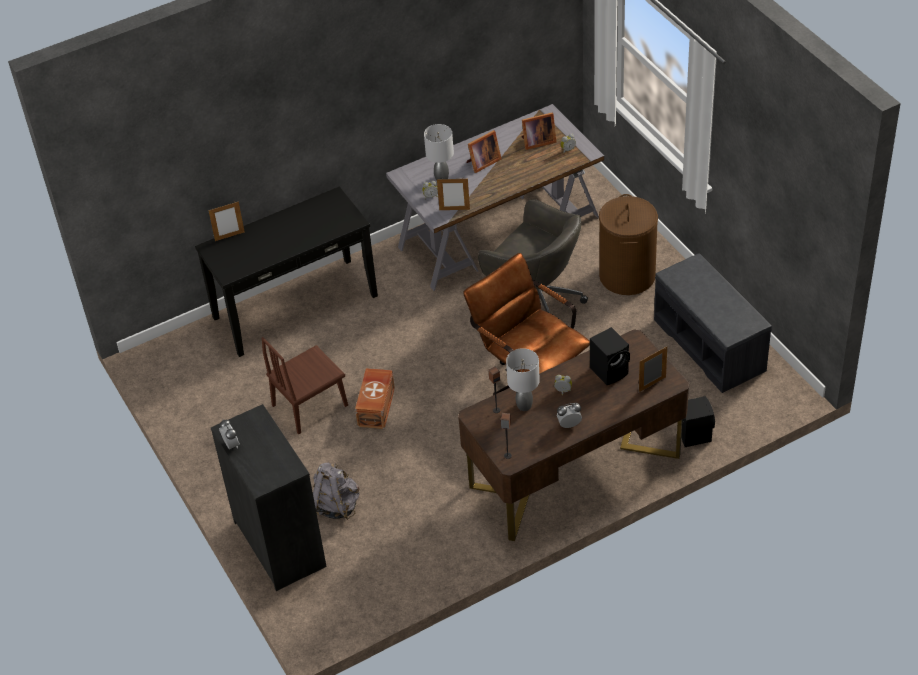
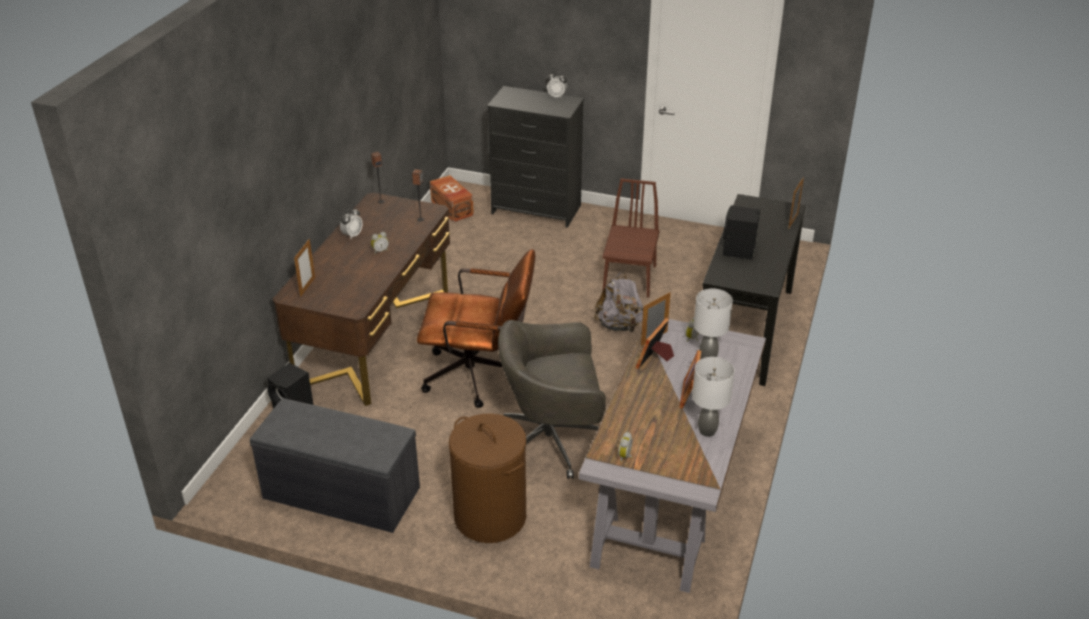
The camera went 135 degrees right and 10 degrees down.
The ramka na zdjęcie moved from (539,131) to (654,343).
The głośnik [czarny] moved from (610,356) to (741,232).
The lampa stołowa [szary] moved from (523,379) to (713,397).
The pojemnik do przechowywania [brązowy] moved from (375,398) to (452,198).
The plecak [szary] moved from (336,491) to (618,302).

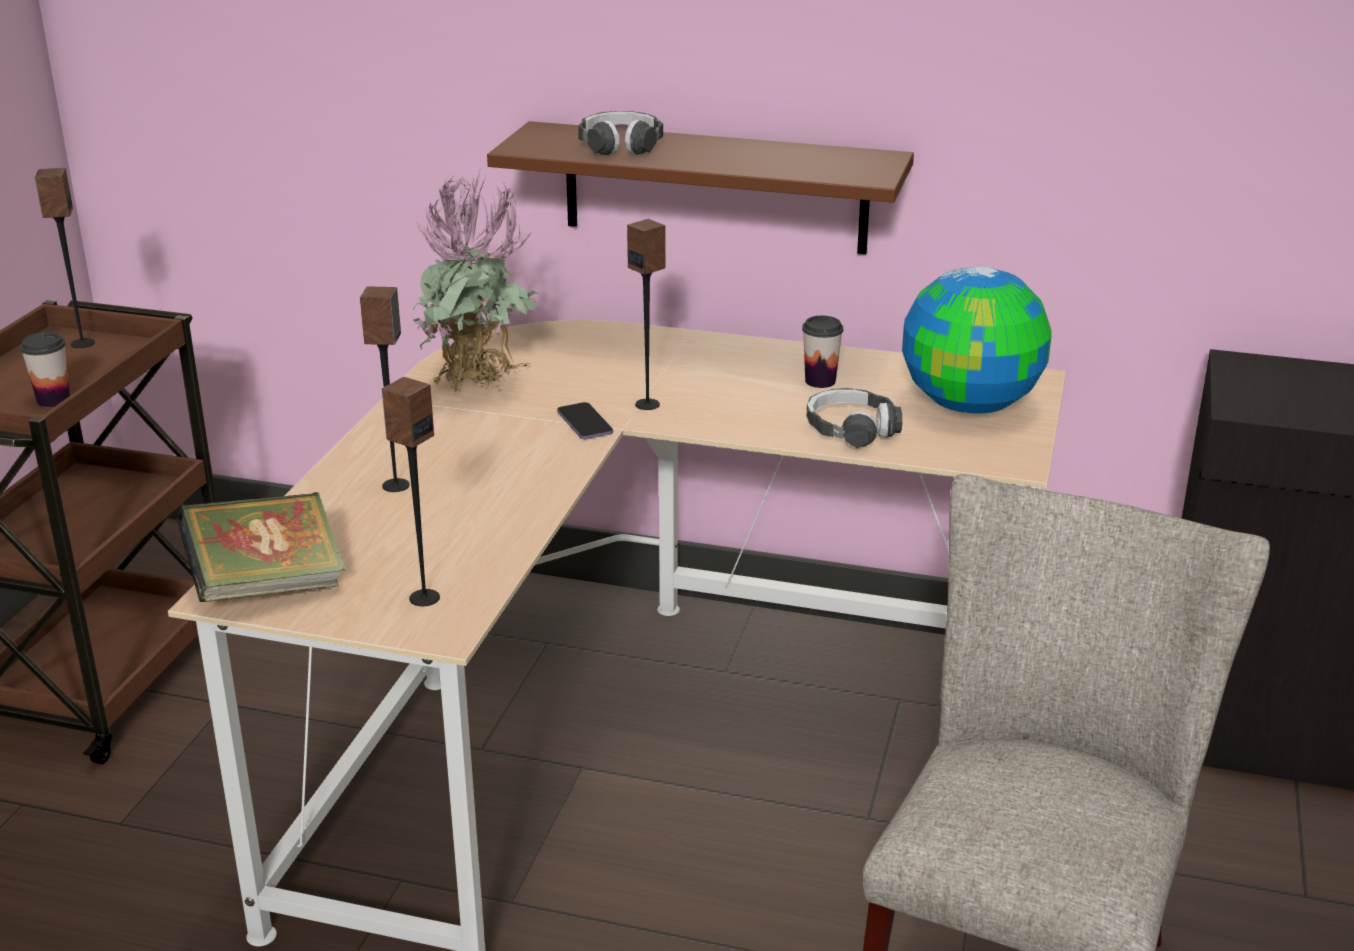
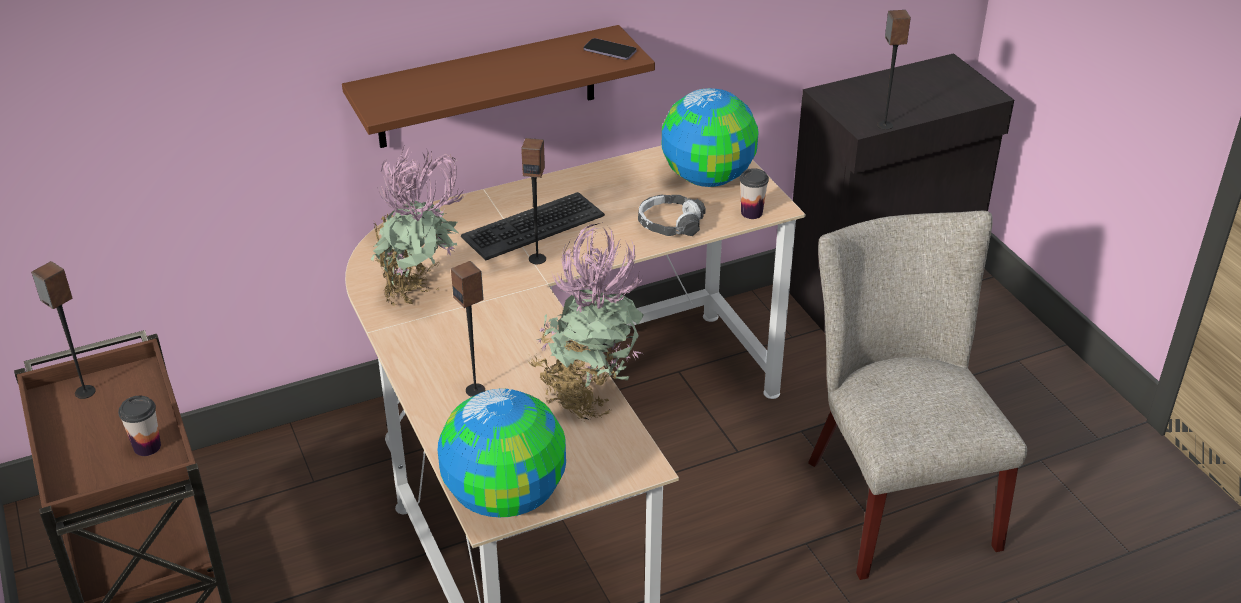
The camera went 40 degrees left and 10 degrees up.
The słuchawki at (620,133) disappeared.
The filiżanka moved from (822,352) to (754,193).
The głośnik moved from (411,491) to (894,70).
The telefon moved from (585,421) to (610,49).
The książka at (261,547) was replaced by the globus at (502,452).
The klawiatura at (533,226) appeared.
The roślina doniczkowa at (586,321) appeared.

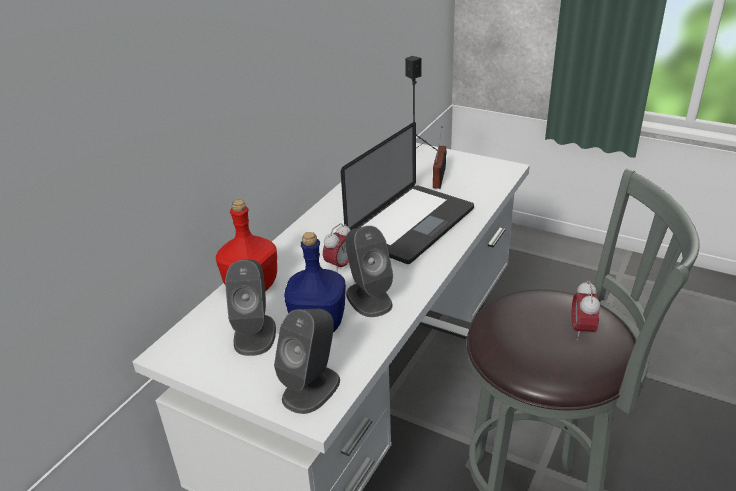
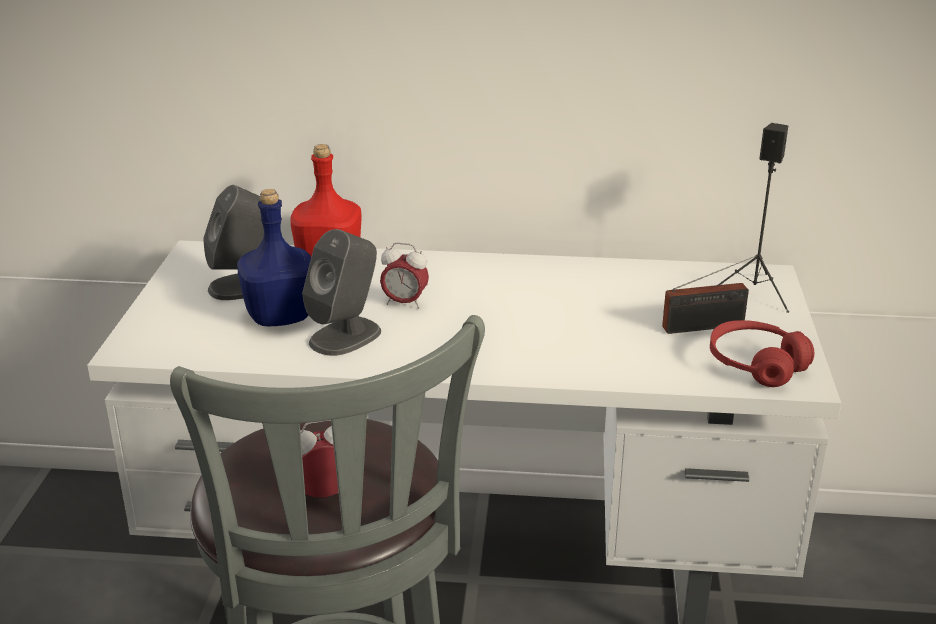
The camera went 65 degrees right and 5 degrees down.
The laptop at (407,193) disappeared.
The głośnik [szary] at (307,361) disappeared.
The słuchawki [czerwony] at (762,353) appeared.

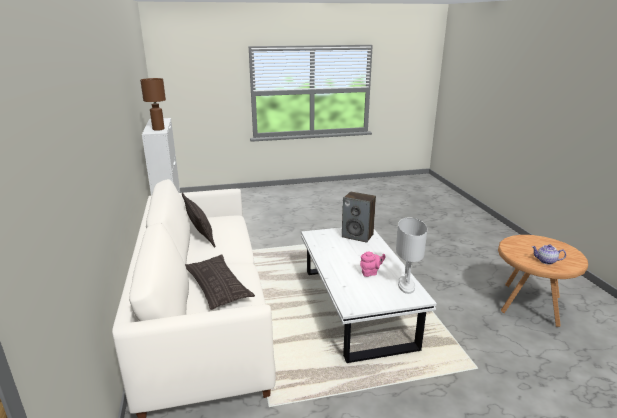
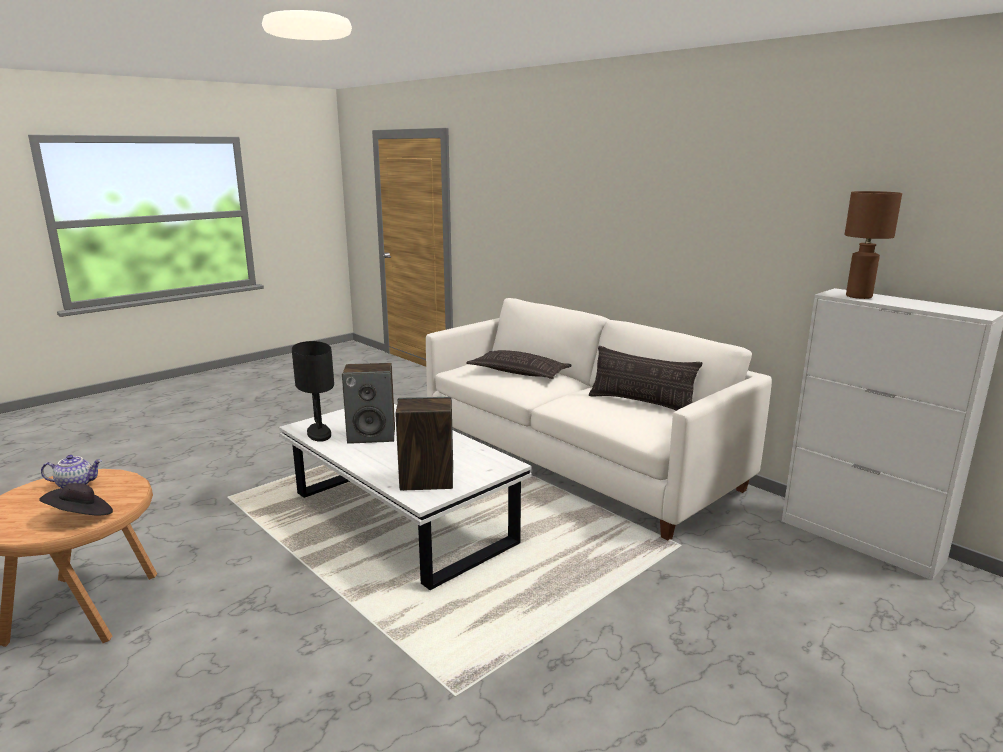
The camera went 150 degrees right and 5 degrees down.
The lampa stołowa [biały] at (411,256) became the lampa stołowa [czarny] at (313,391).
The imbryk [różowy] at (372,264) was replaced by the głośnik at (368,403).
The kapelusz [czarny] at (76,499) appeared.

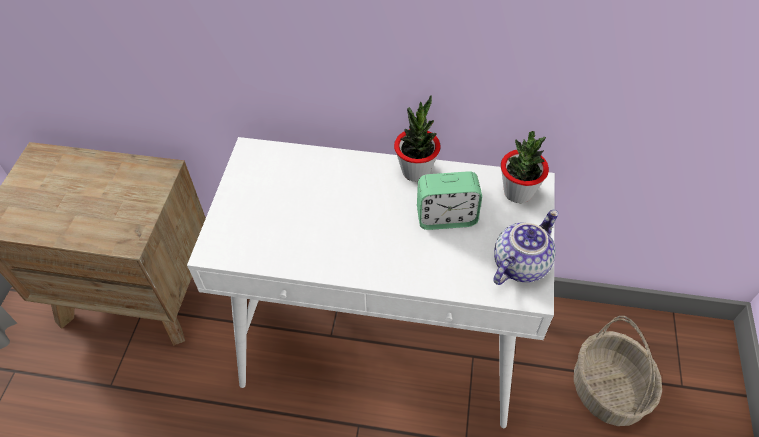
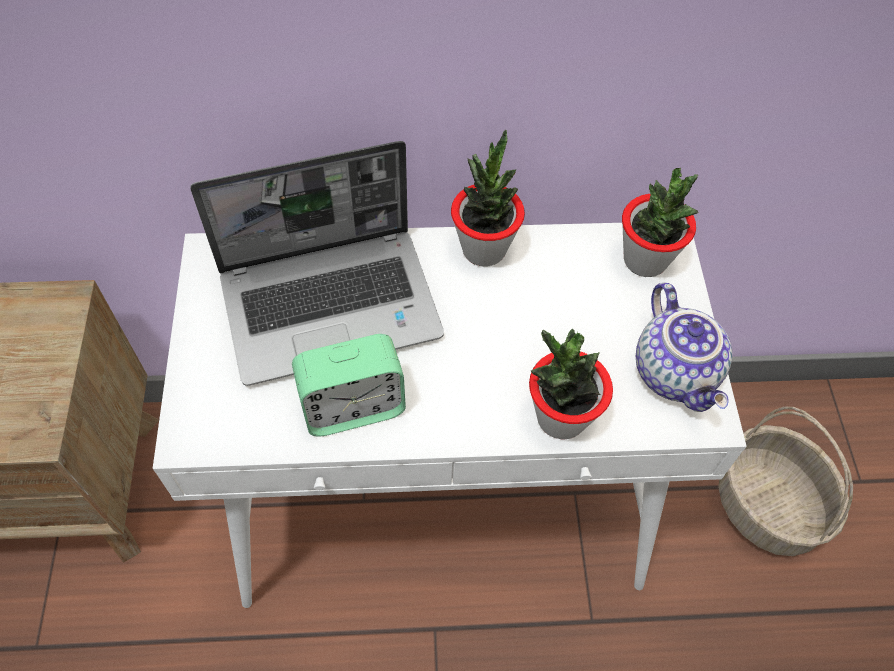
The camera went 15 degrees left and 5 degrees up.
The budzik moved from (449,200) to (349,385).
The imbryk at (526,247) turned 135 degrees clockwise.
The laptop at (317,263) appeared.
The roślina doniczkowa at (571,384) appeared.

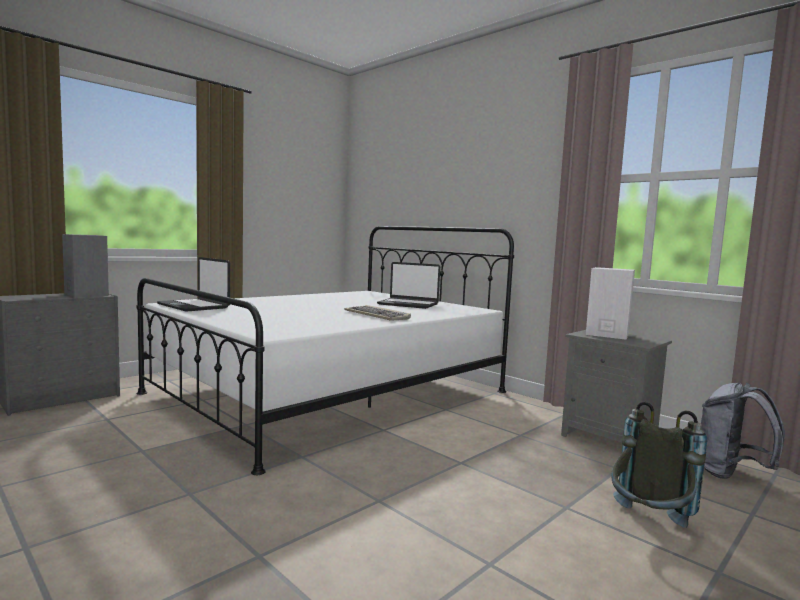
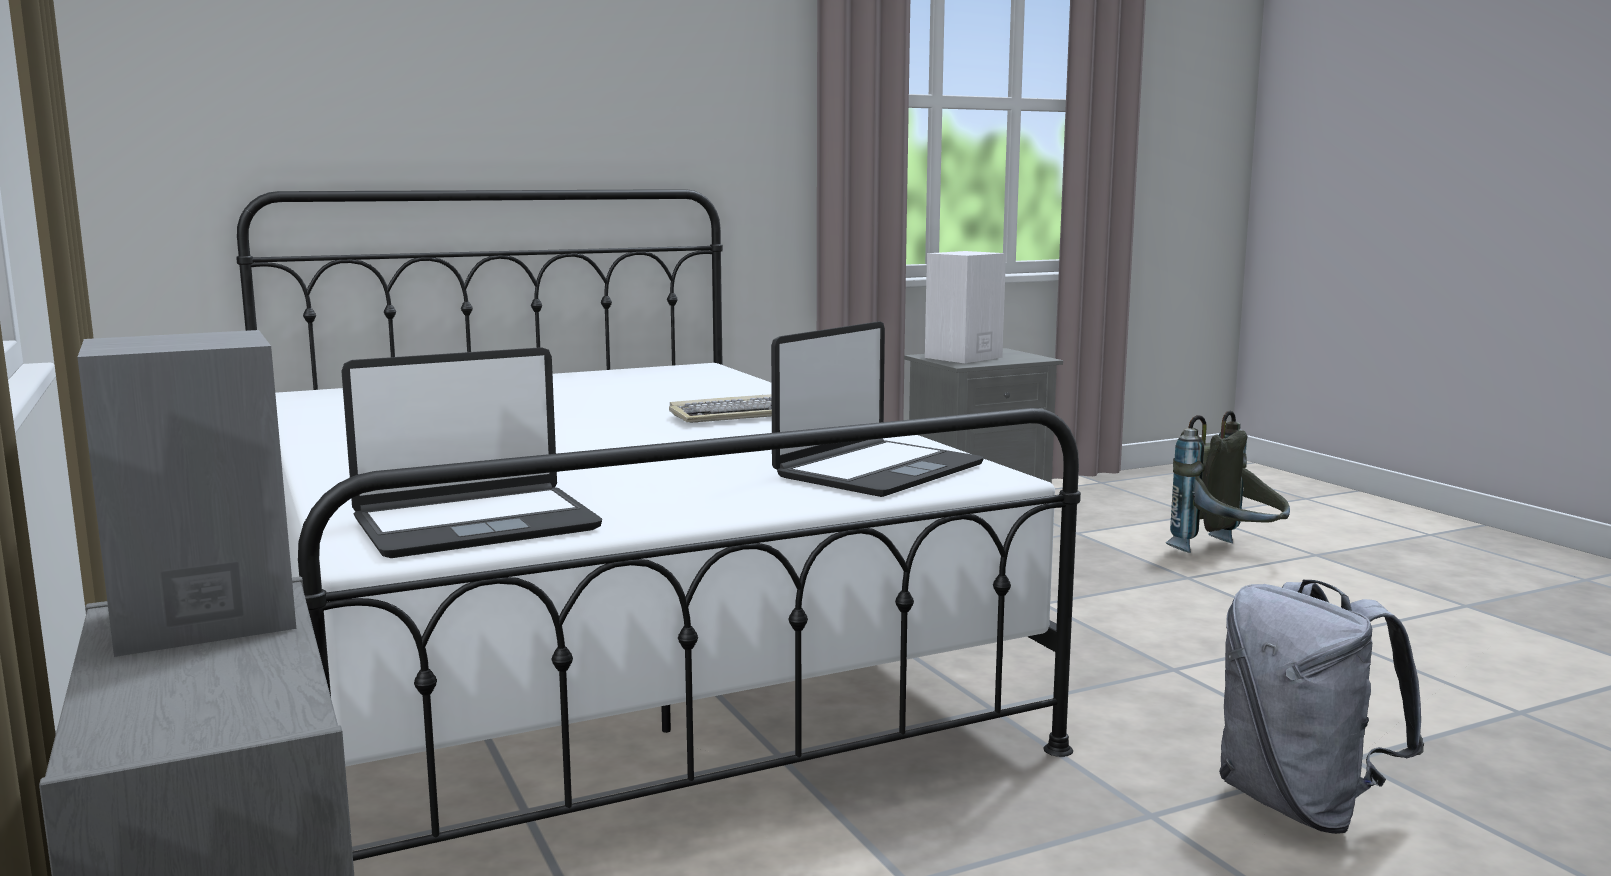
The camera went 70 degrees left and 5 degrees up.
The laptop moved from (408,285) to (877,409).
The plecak [szary] moved from (743,430) to (1321,706).

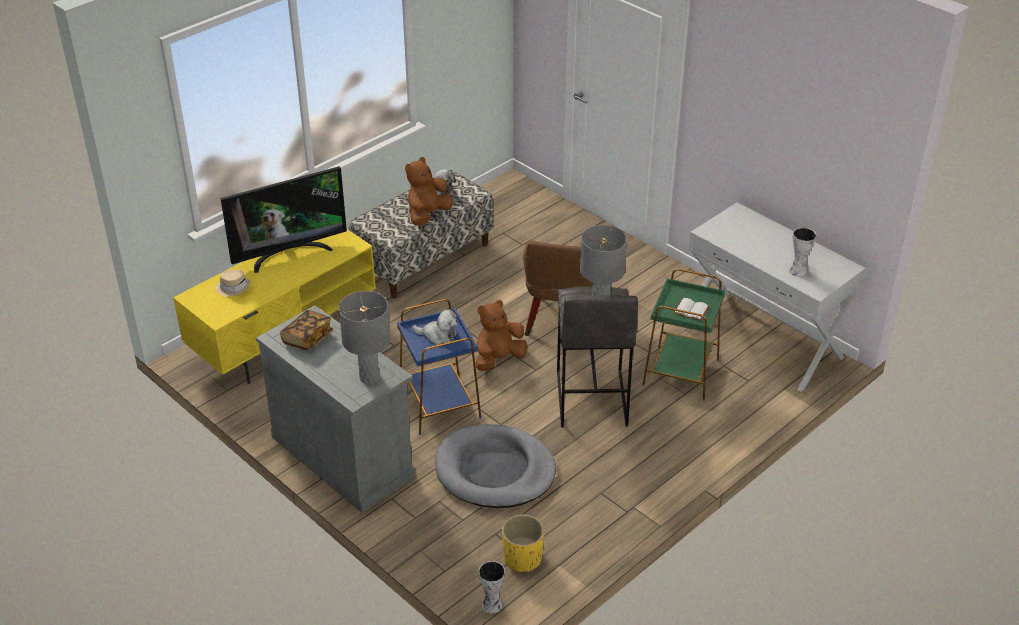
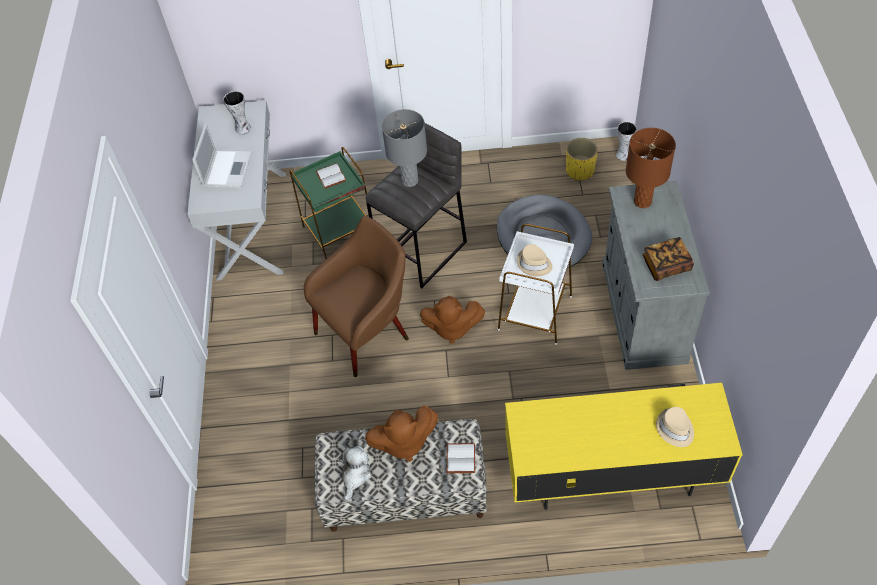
The camera went 135 degrees left and 15 degrees up.
The telewizor at (284,219) disappeared.
The lampa stołowa [szary] at (365,337) became the lampa stołowa [brązowy] at (651,168).
The stolik [niebieski] at (439,367) became the stolik [biały] at (536,284).
The pluszak at (435,327) was replaced by the kapelusz [beżowy] at (534,260).
The laptop at (222,156) appeared.
The książka [biały] at (460,458) appeared.

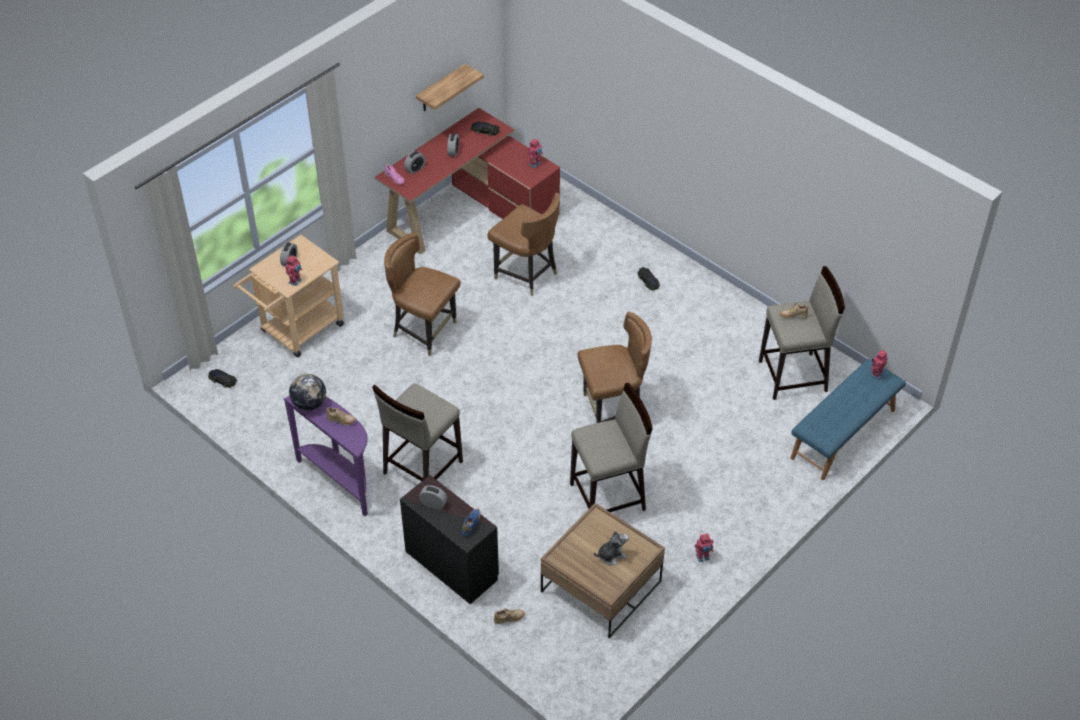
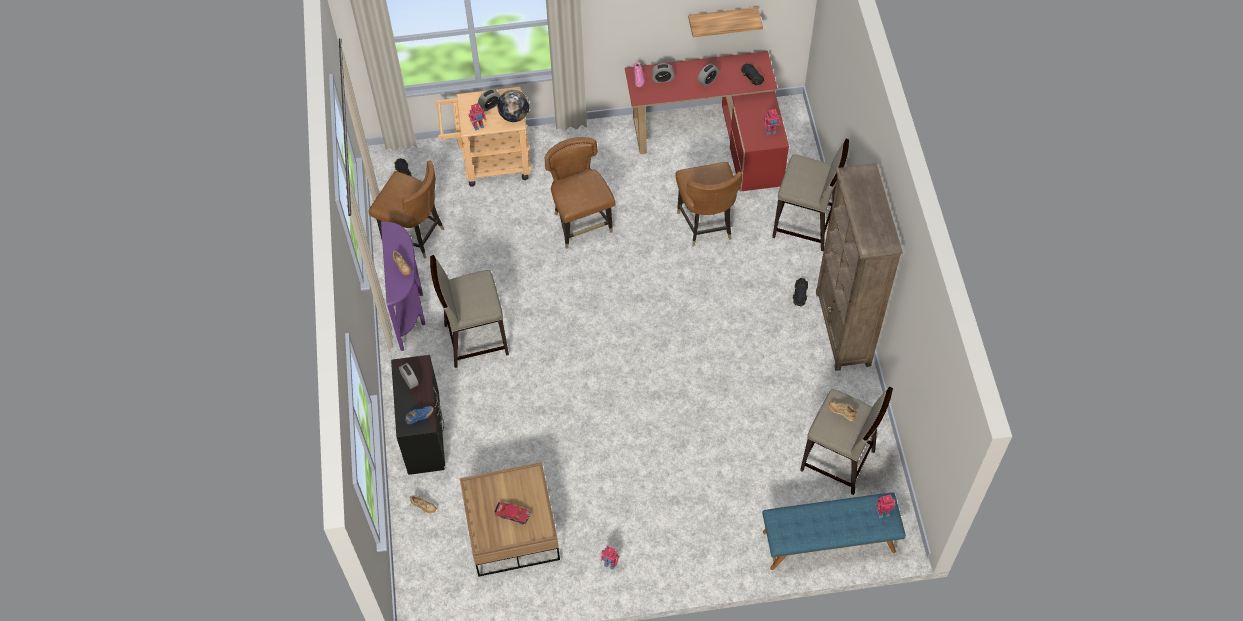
The camera went 40 degrees right and 10 degrees up.
The krzesło [brązowy] moved from (614,367) to (406,209).
The globus moved from (307,392) to (513,106).
The stołek [beżowy] moved from (611,447) to (810,195).
The pluszak at (611,547) was replaced by the samochodzik at (512,513).
The regał [brązowy] at (859,267) appeared.

